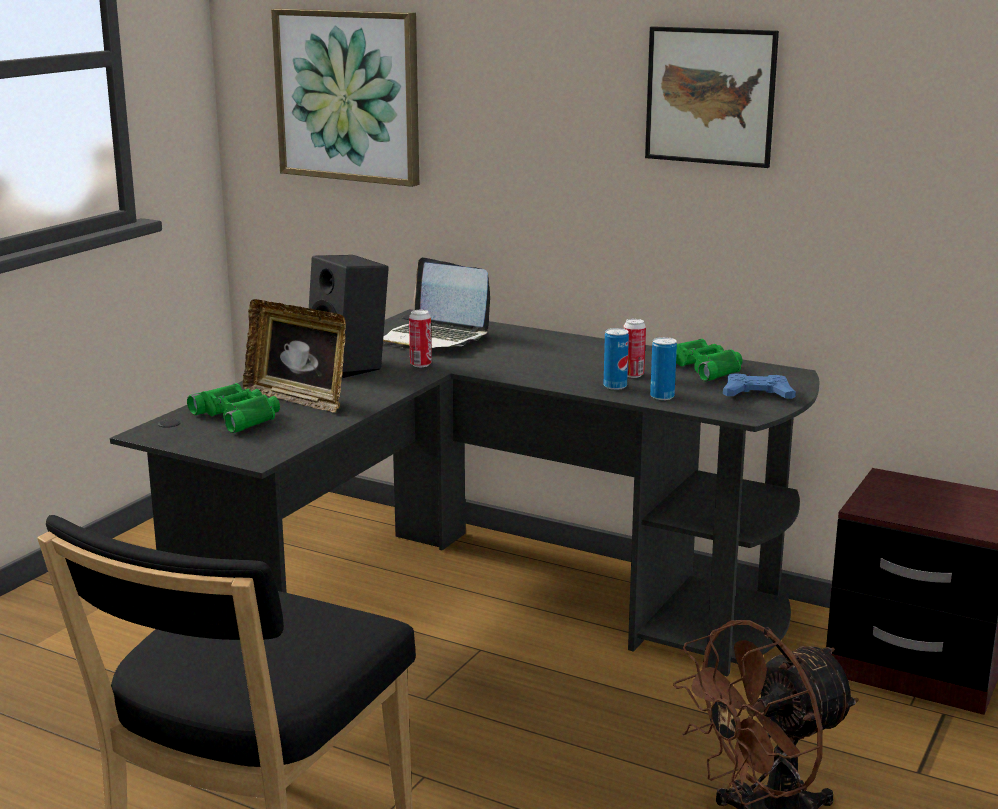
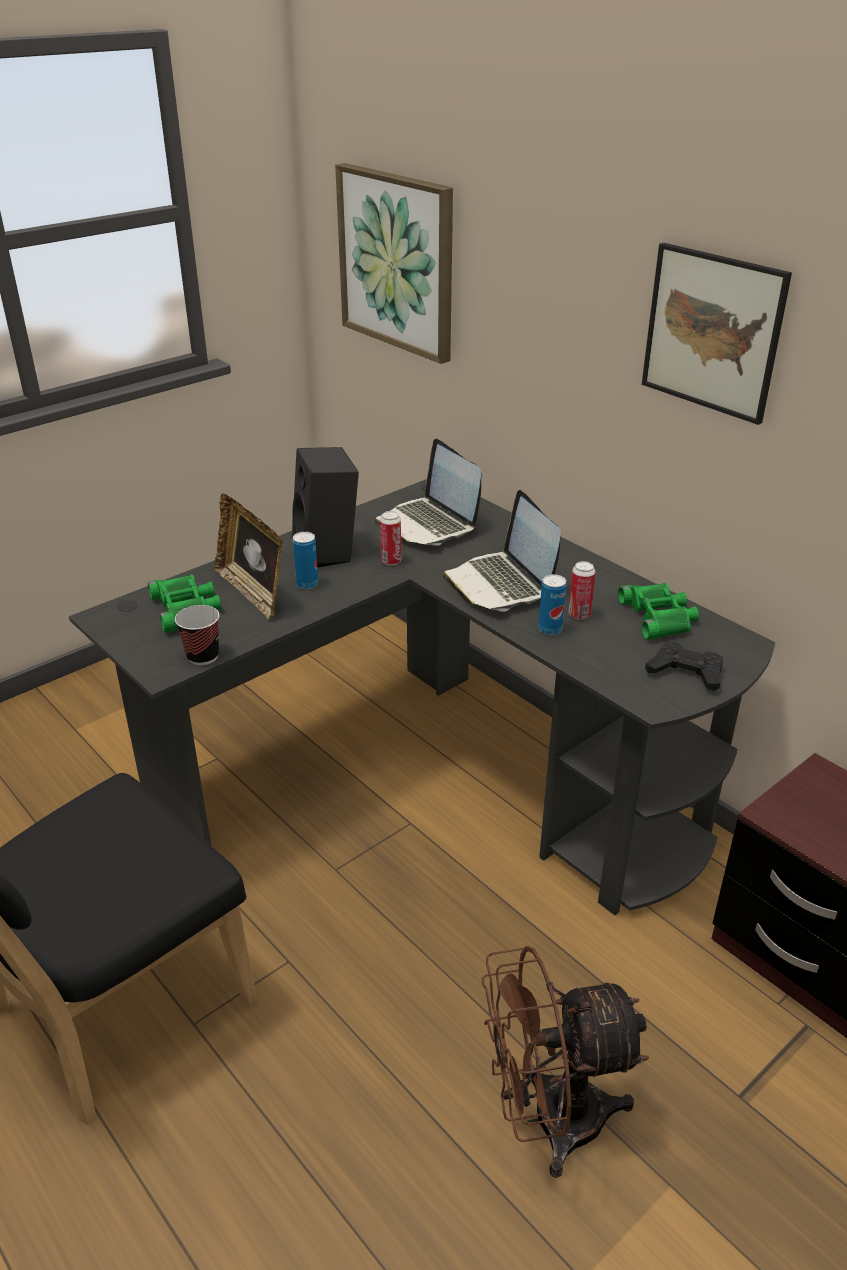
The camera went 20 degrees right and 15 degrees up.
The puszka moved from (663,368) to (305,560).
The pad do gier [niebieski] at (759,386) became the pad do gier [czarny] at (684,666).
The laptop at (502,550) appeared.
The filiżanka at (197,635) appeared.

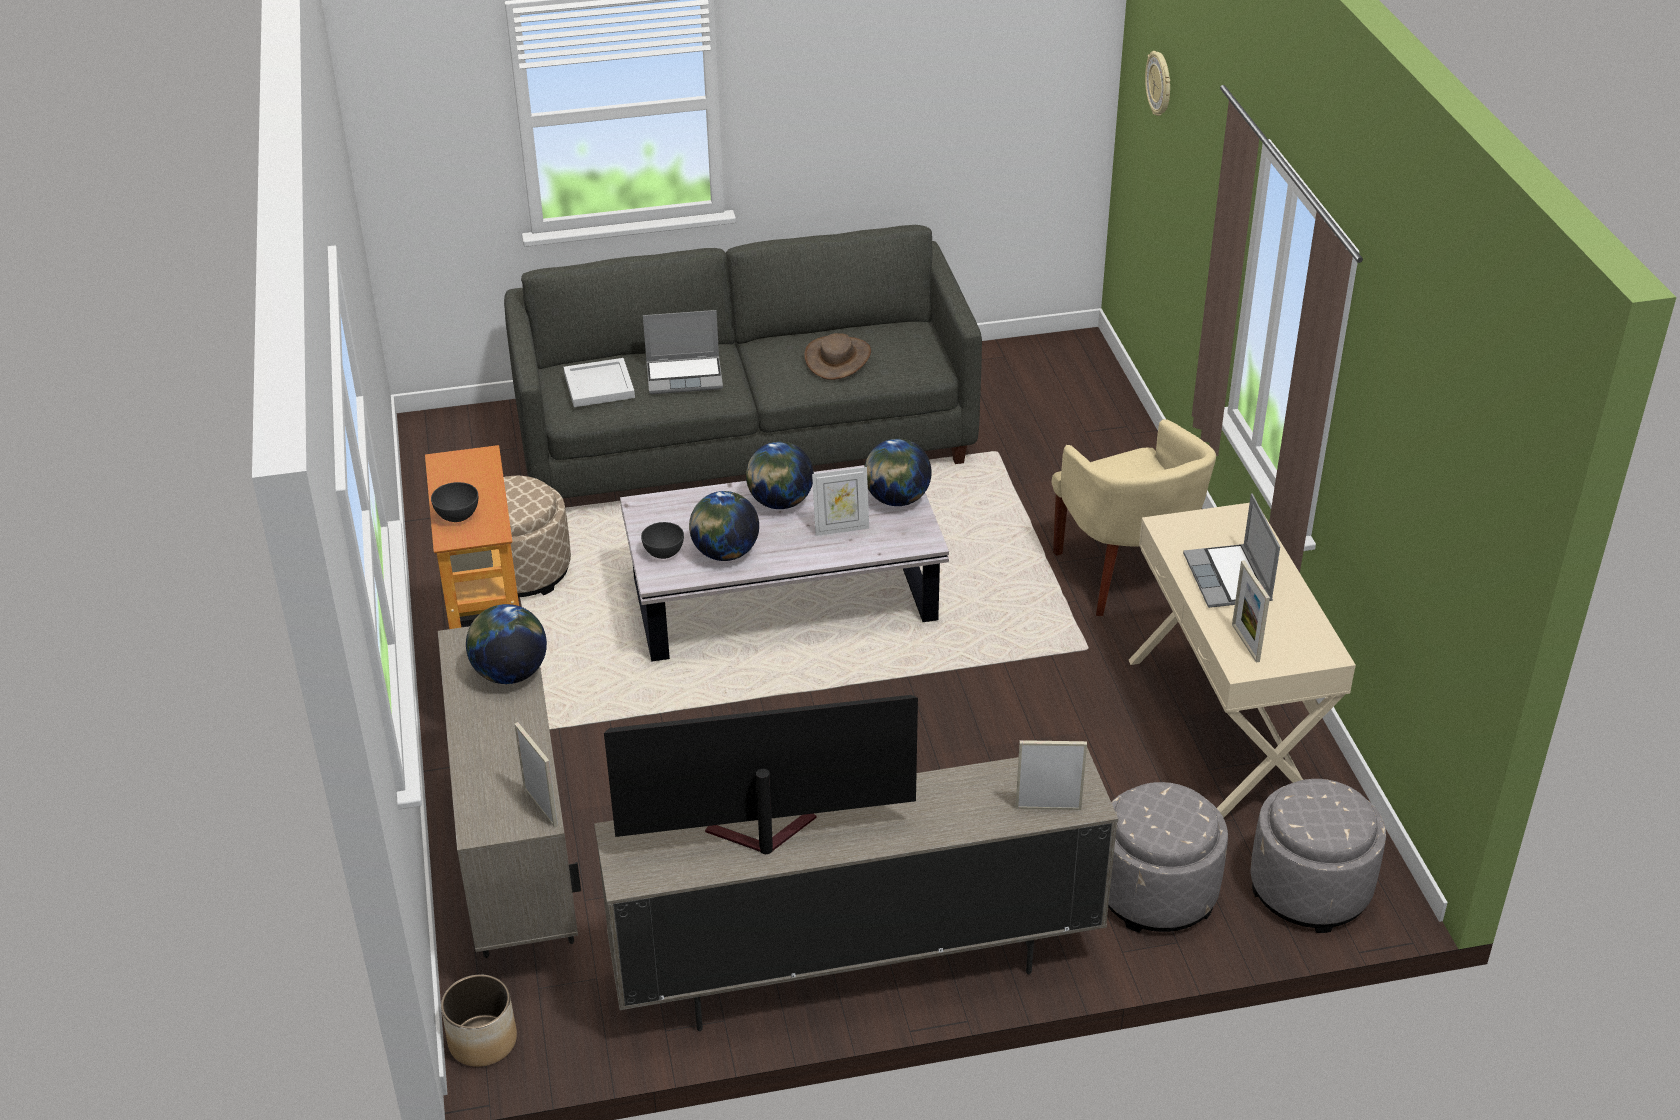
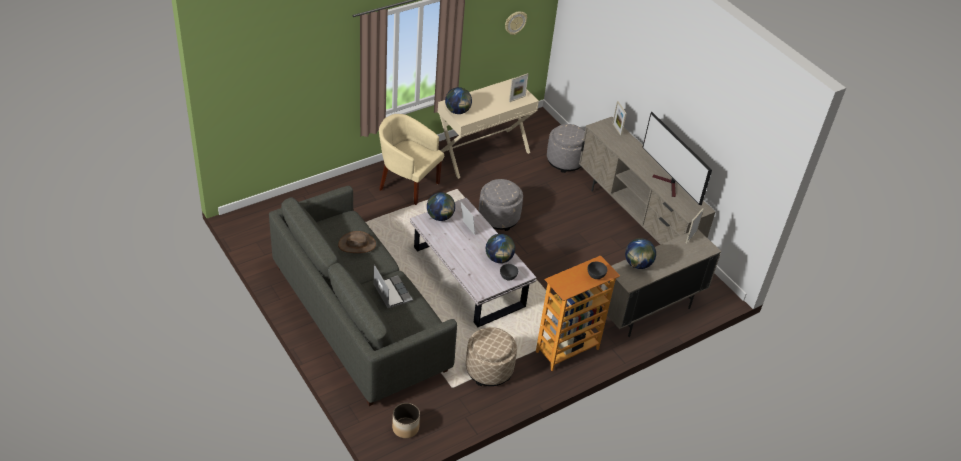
The camera went 115 degrees left and 5 degrees up.
The zegar ścienny moved from (1158,83) to (516,23).
The taca [biały] at (599,382) disappeared.
The fotel [beżowy] at (1133,517) turned 105 degrees counterclockwise.
The globus moved from (780,475) to (458,100).
The laptop at (1231,551) disappeared.
The pufa [szary] moved from (1318,856) to (501,205).
The donica moved from (479,1021) to (406,420).

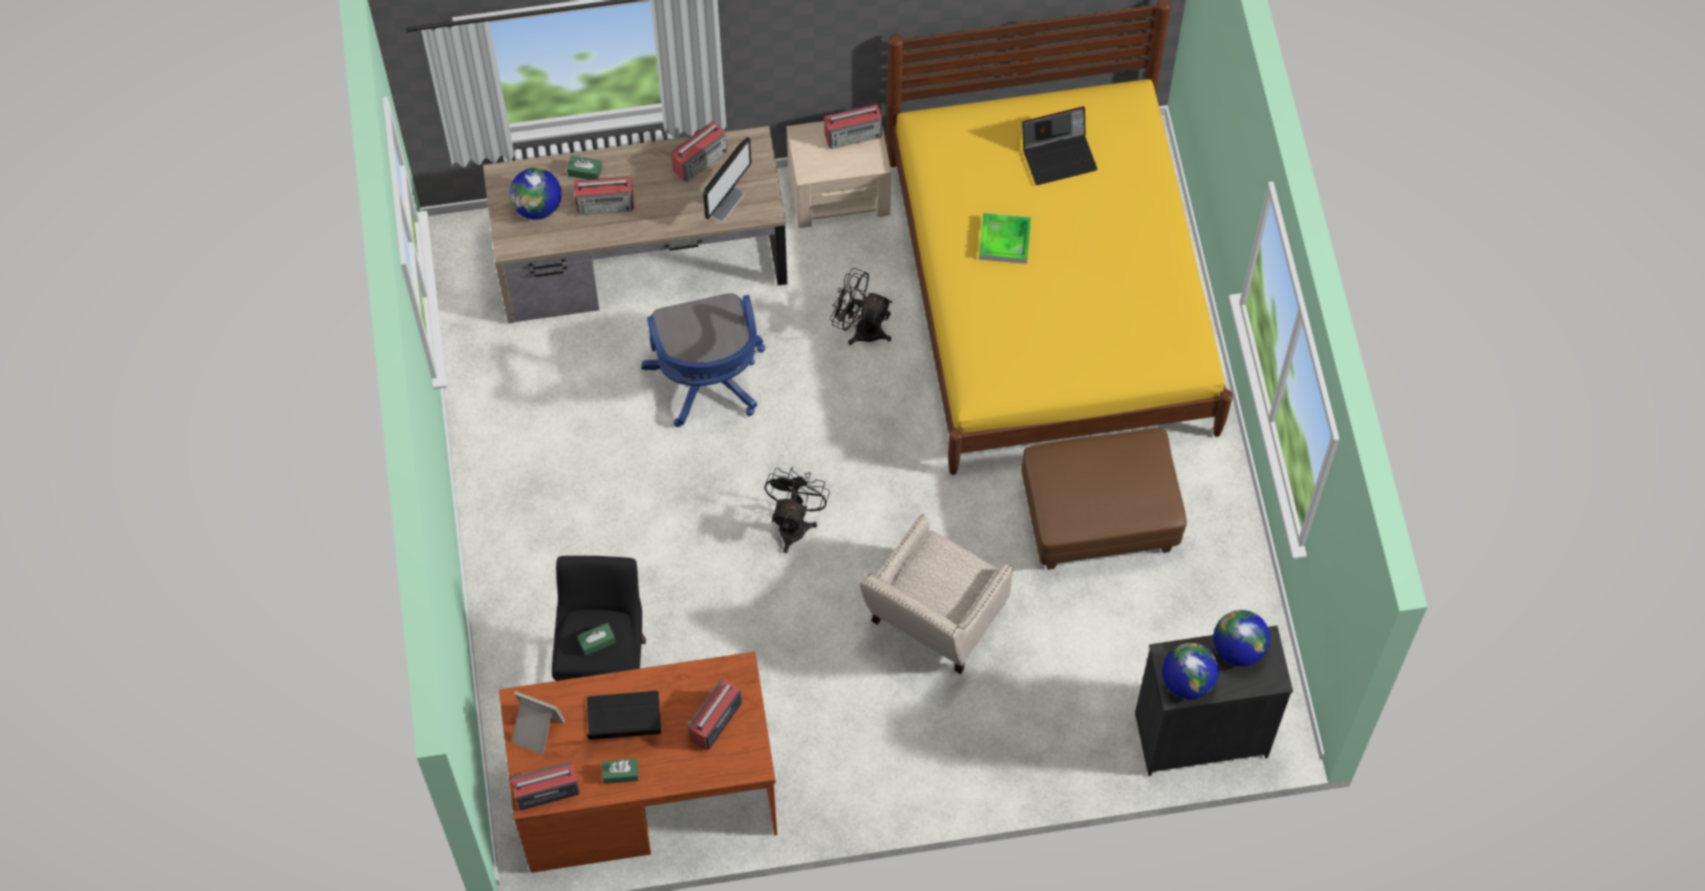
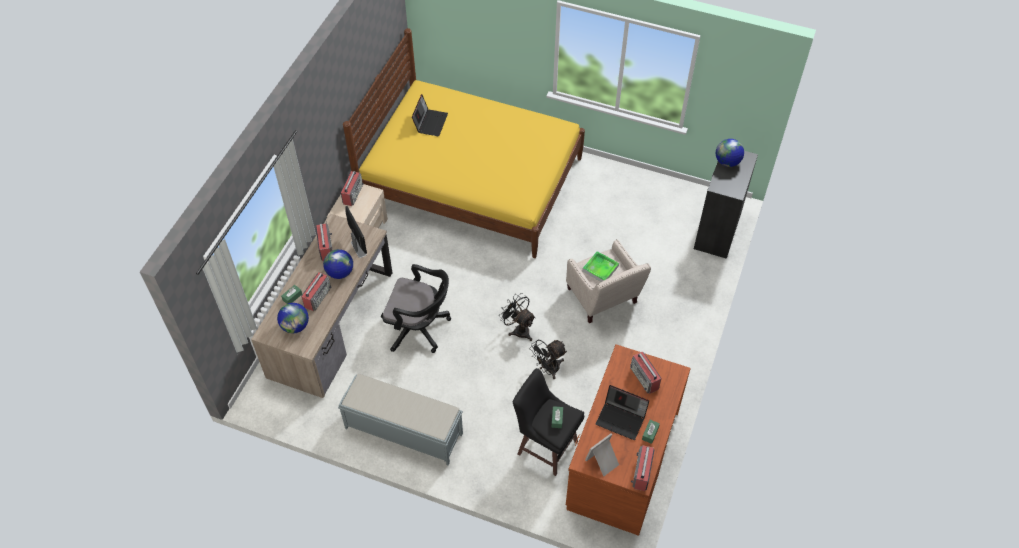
The camera went 60 degrees left and 10 degrees down.
The taca moved from (1005,238) to (600,266).
The wentylator [czarny] moved from (861,306) to (548,359).
The krzesło biurowe [niebieski] at (703,360) became the krzesło biurowe [czarny] at (416,308).
The pufa [brązowy] at (1104,499) disappeared.
The globus moved from (1190,671) to (338,264).
The laptop at (623,715) turned 90 degrees counterclockwise.
The ławka [szary] at (400,419) appeared.

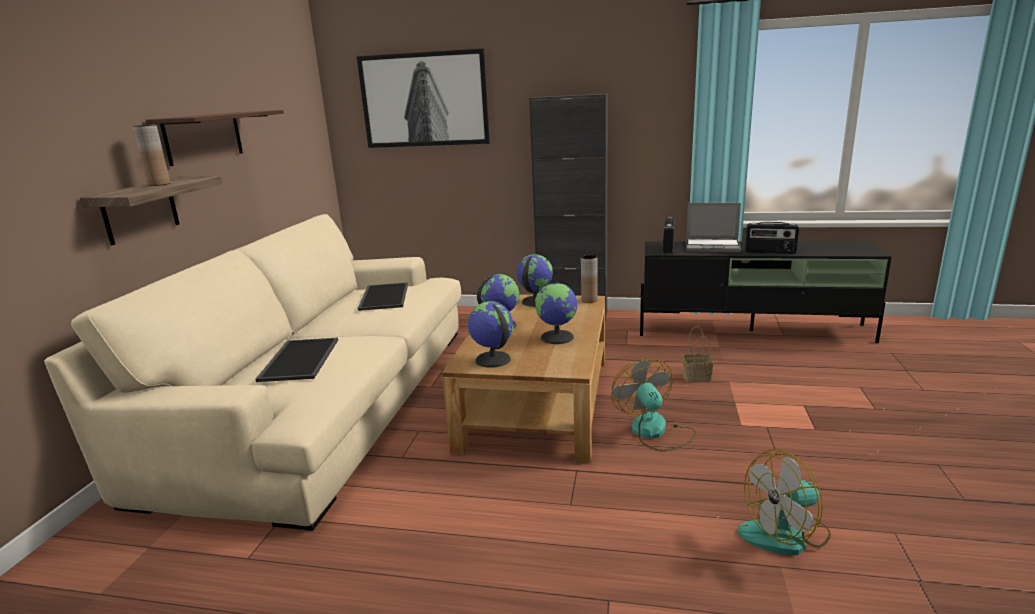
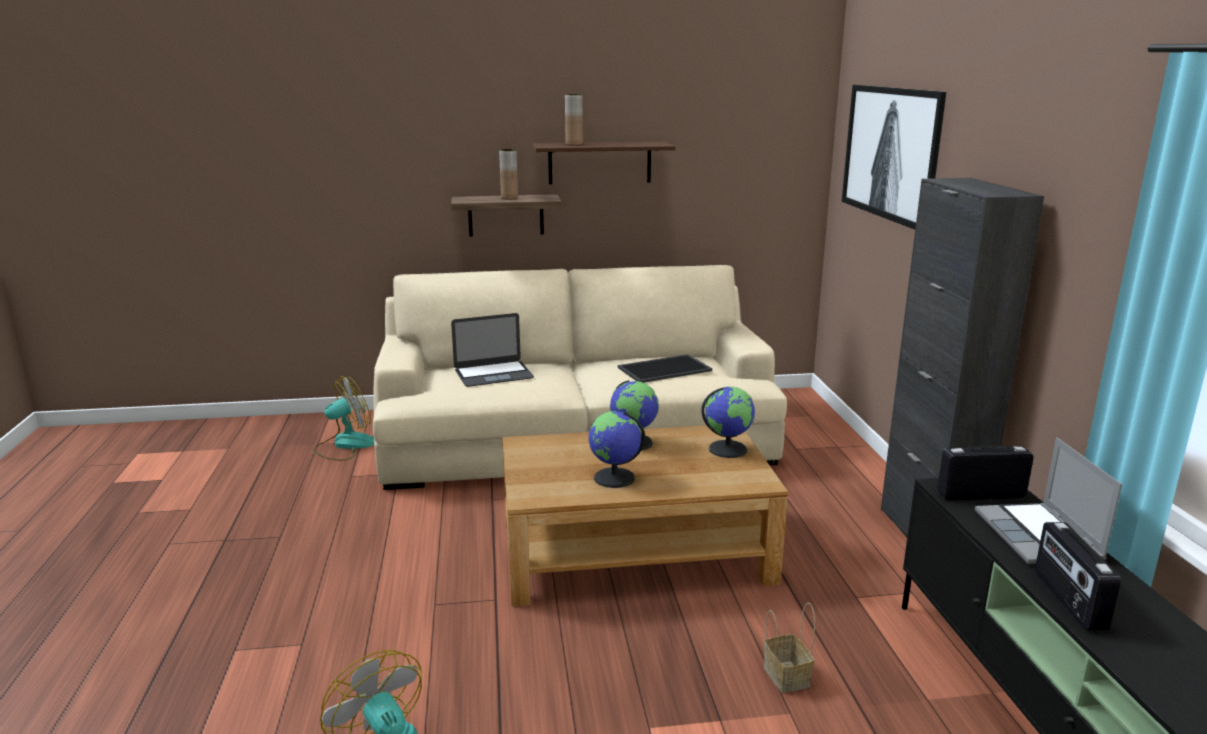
The camera went 70 degrees right and 0 degrees up.
The wazon [brązowy] moved from (589,279) to (574,119).
The globus at (490,334) disappeared.
The taca at (297,360) was replaced by the laptop at (492,350).
The wentylator moved from (653,405) to (343,418).

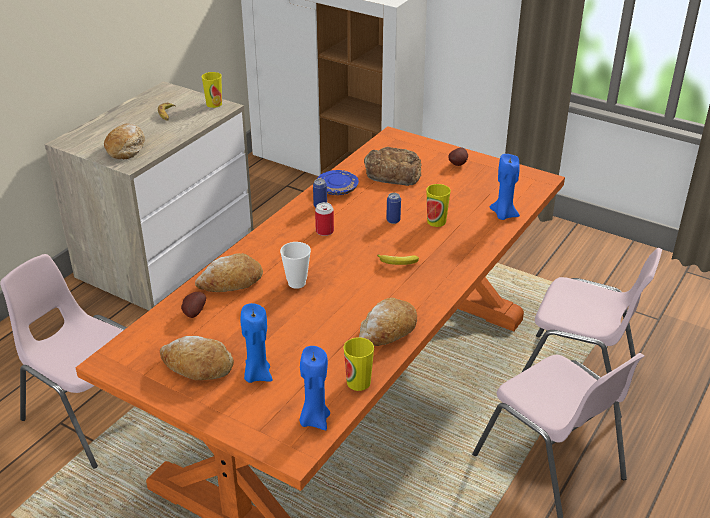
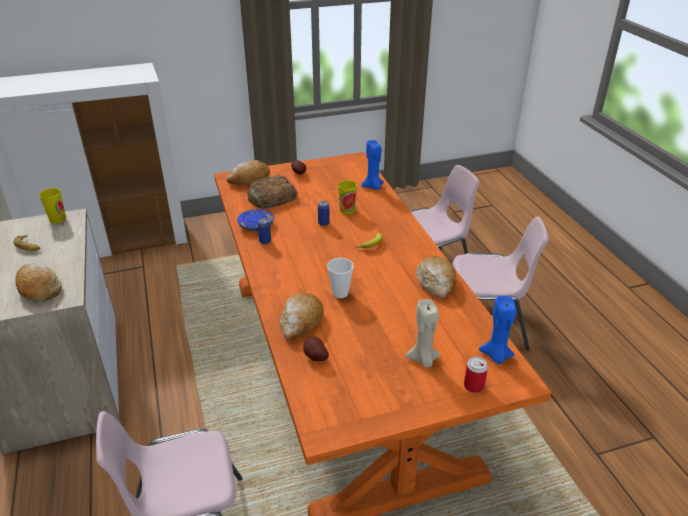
The camera went 50 degrees left and 0 degrees up.
The puszka moved from (324,219) to (476,374).
The świeca [niebieski] at (257,343) became the świeca [beżowy] at (423,333).
The chleb moved from (197,358) to (248,172).
The filiżanka at (358,364) disappeared.

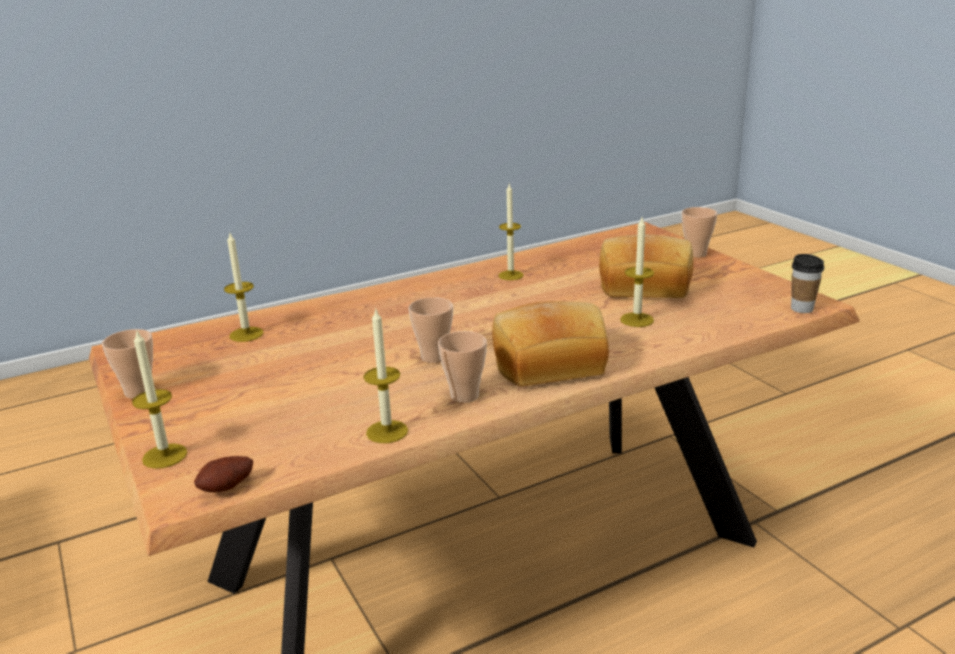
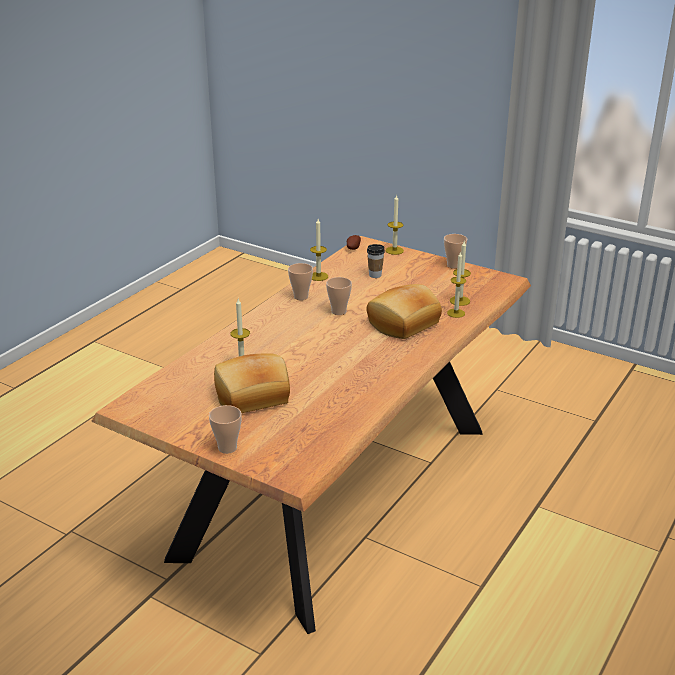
The camera went 150 degrees right and 5 degrees up.
The świeca moved from (511,232) to (456,284).
The filiżanka moved from (807,283) to (376,261).
The chleb moved from (550,343) to (404,311).

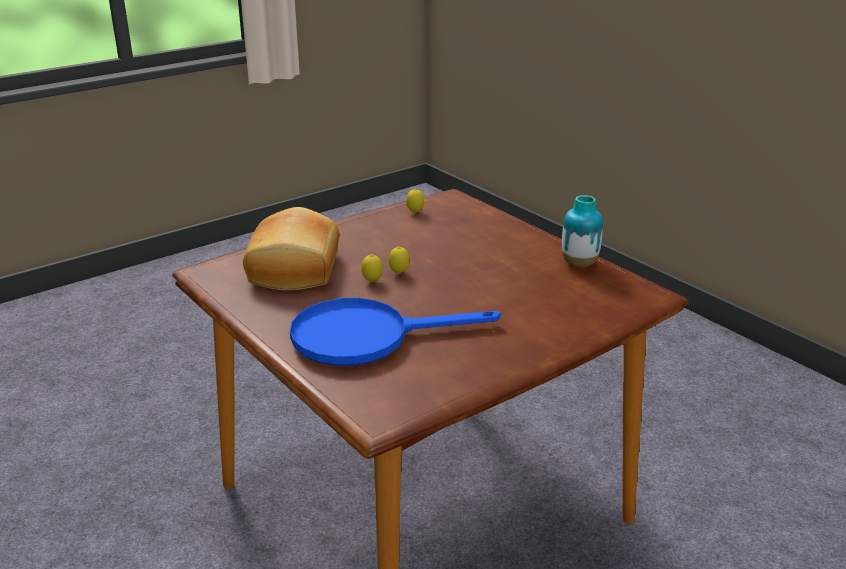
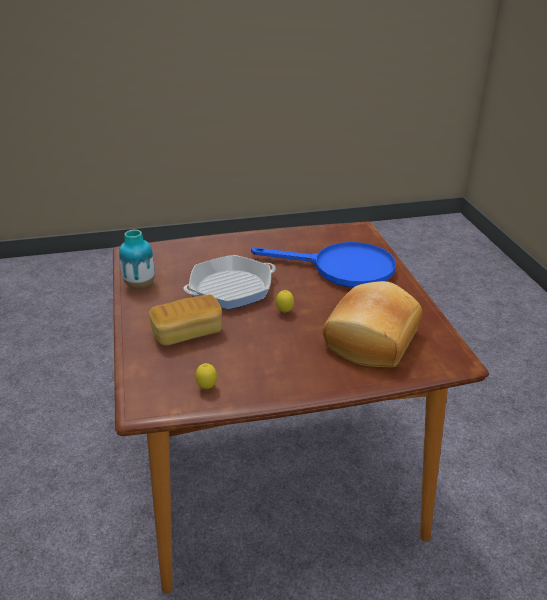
The camera went 155 degrees left and 5 degrees up.
The cytryna at (372,268) disappeared.
The patelnia at (229,282) appeared.
The chleb at (185,320) appeared.

